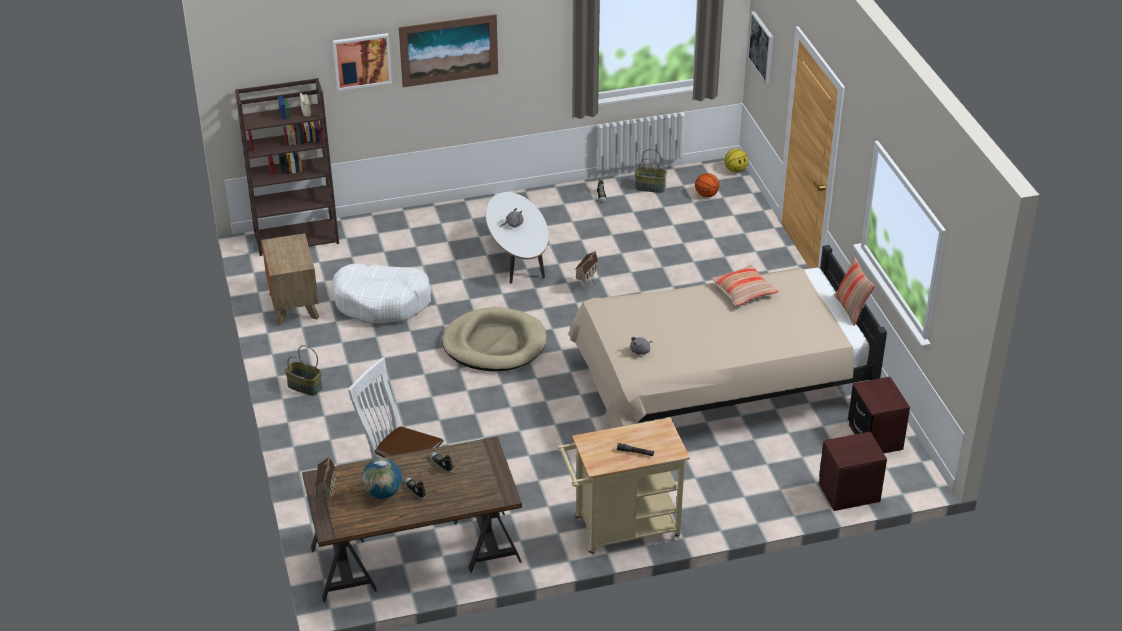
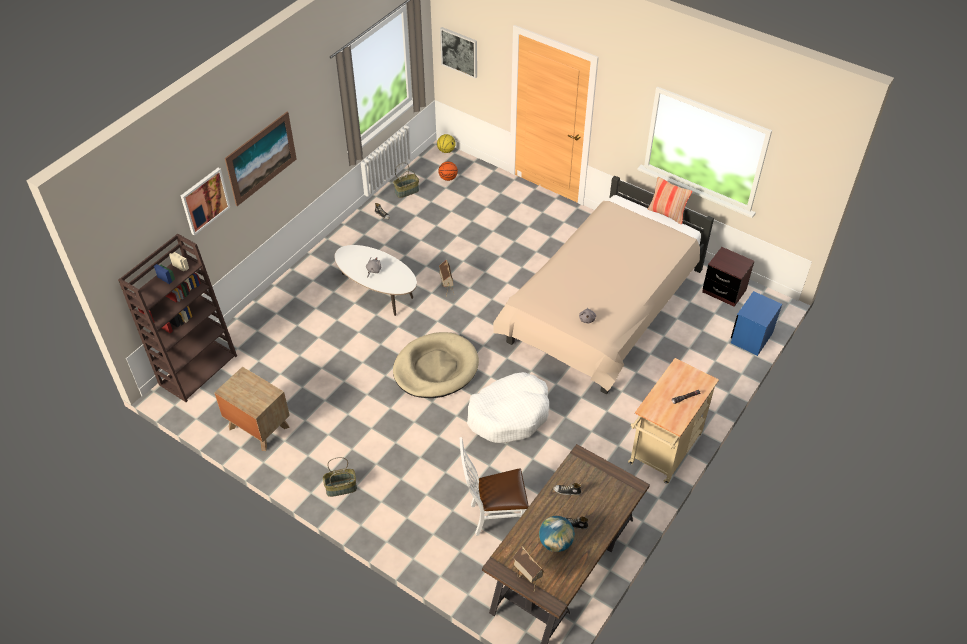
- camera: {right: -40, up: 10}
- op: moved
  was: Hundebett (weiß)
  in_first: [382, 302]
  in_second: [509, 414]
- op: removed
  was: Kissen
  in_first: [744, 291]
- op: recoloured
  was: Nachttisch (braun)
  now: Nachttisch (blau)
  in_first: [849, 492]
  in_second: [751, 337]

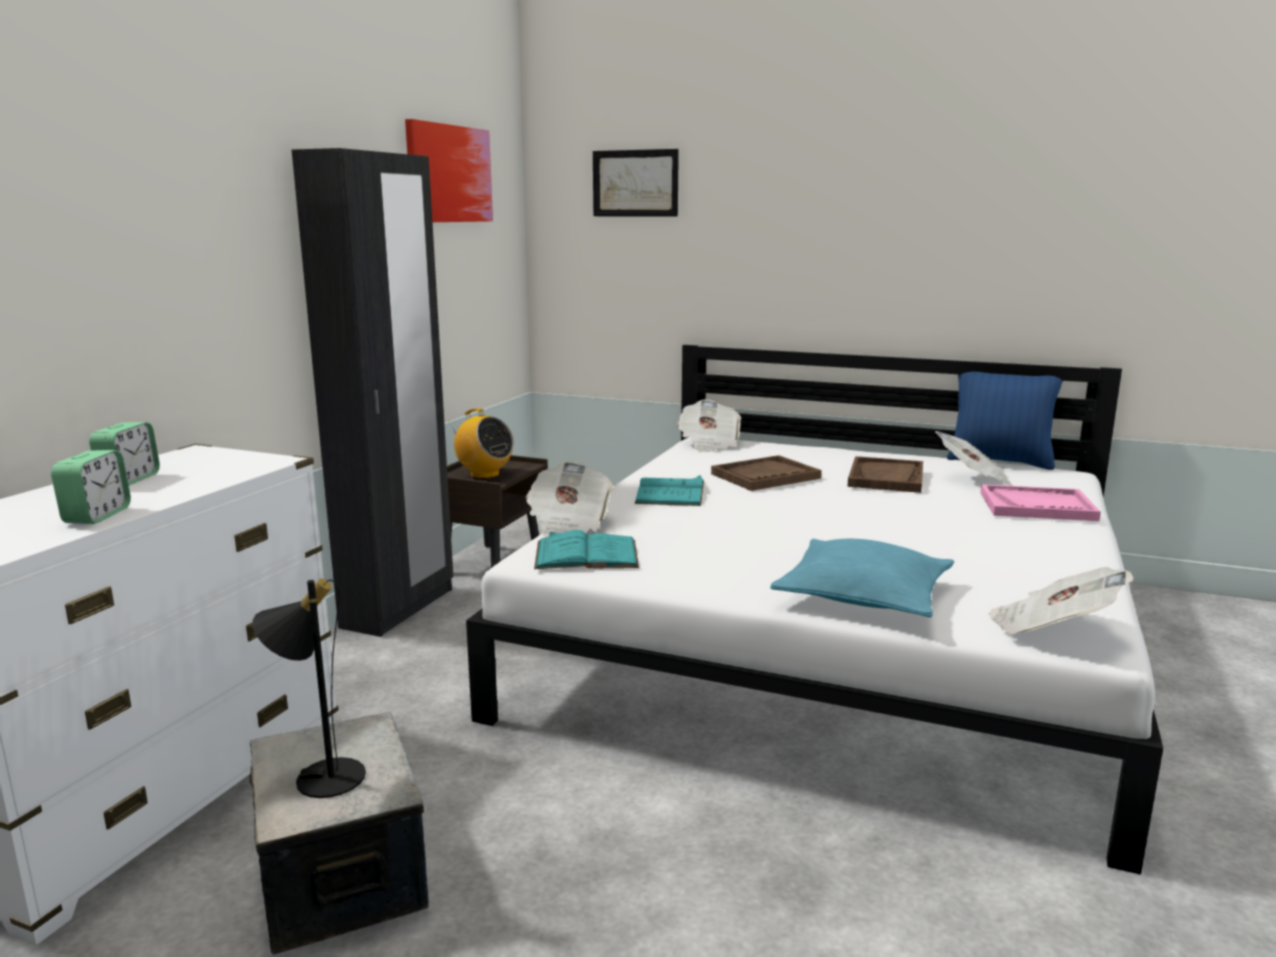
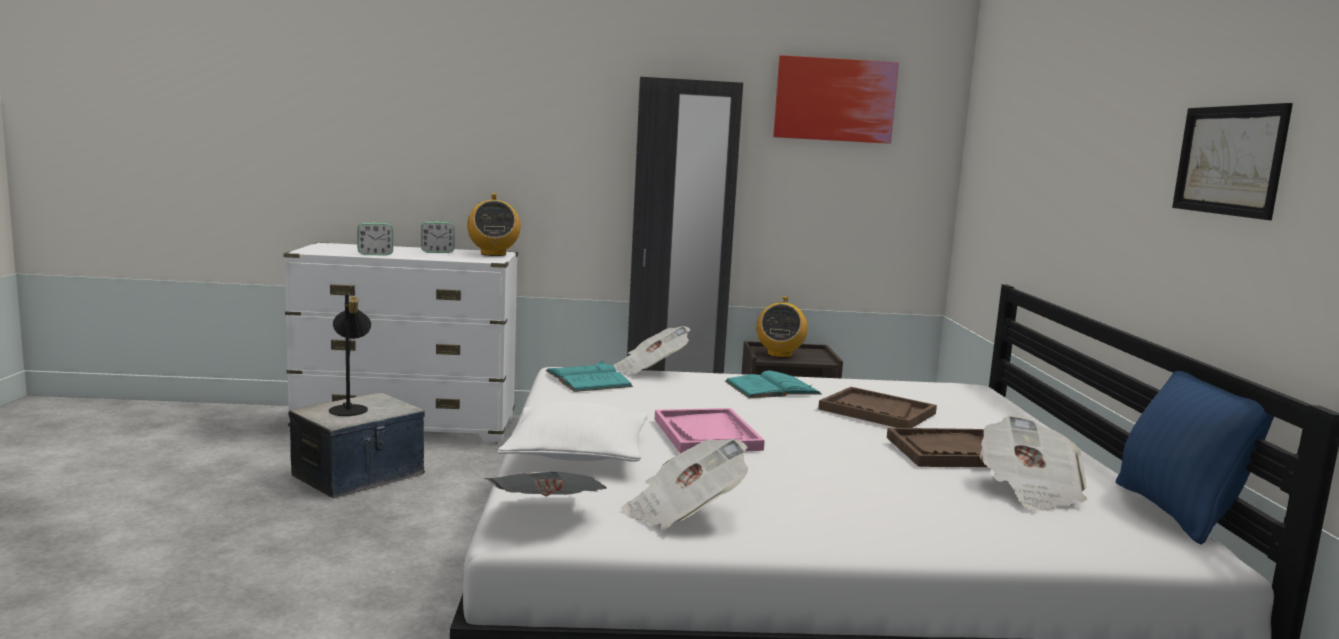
- camera: {right: 65, up: -5}
- op: moved
  was: Bild
  in_first: [635, 183]
  in_second: [1229, 160]
- op: moved
  was: Zeitung
  in_first: [708, 444]
  in_second: [683, 513]
- op: moved
  was: Tablett (rosa)
  in_first: [1037, 506]
  in_second: [707, 434]
- op: recoloured
  was: Kissen (türkis)
  now: Kissen (weiß)
  in_first: [863, 596]
  in_second: [577, 453]
- op: added
  now: Radio
  in_second: [493, 254]

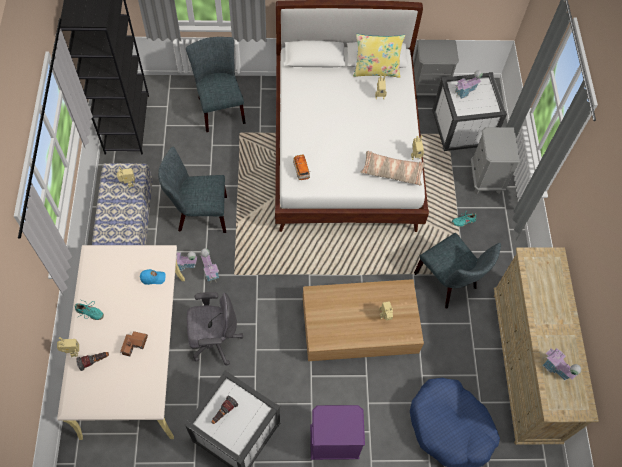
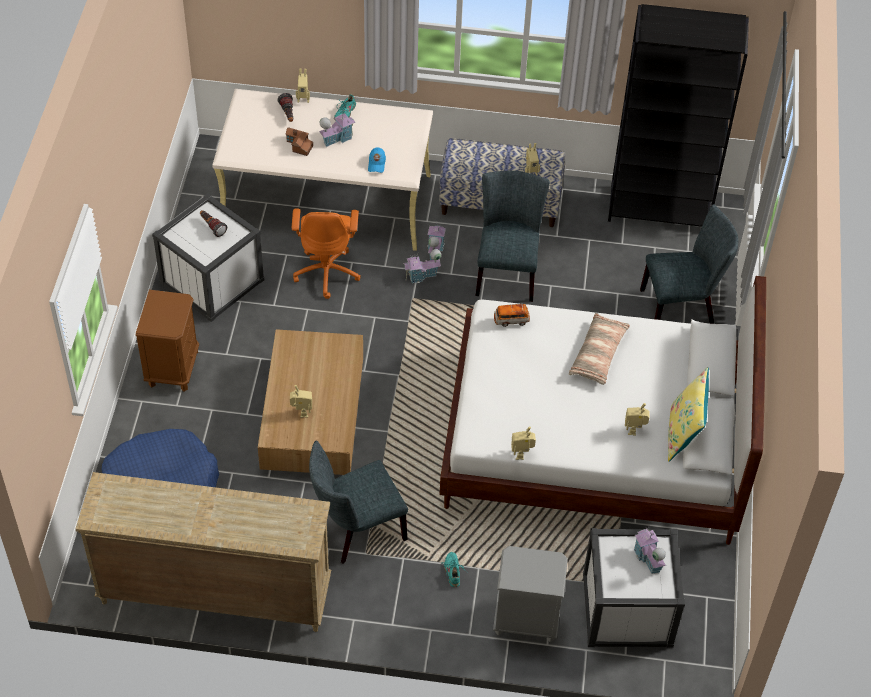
- camera: {right: 100, up: -10}
- op: removed
  was: Nachttisch (grau)
  in_first: [428, 89]
- op: moved
  was: Kissen
  in_first: [392, 171]
  in_second: [598, 354]
- op: recoloured
  was: Bürostuhl (grau)
  now: Bürostuhl (orange)
  in_first: [214, 341]
  in_second: [327, 272]
- op: moved
  was: Spielzeughaus
  in_first: [556, 369]
  in_second: [337, 138]
- op: recoloured
  was: Nachttisch (lila)
  now: Nachttisch (braun)
  in_first: [333, 443]
  in_second: [173, 368]

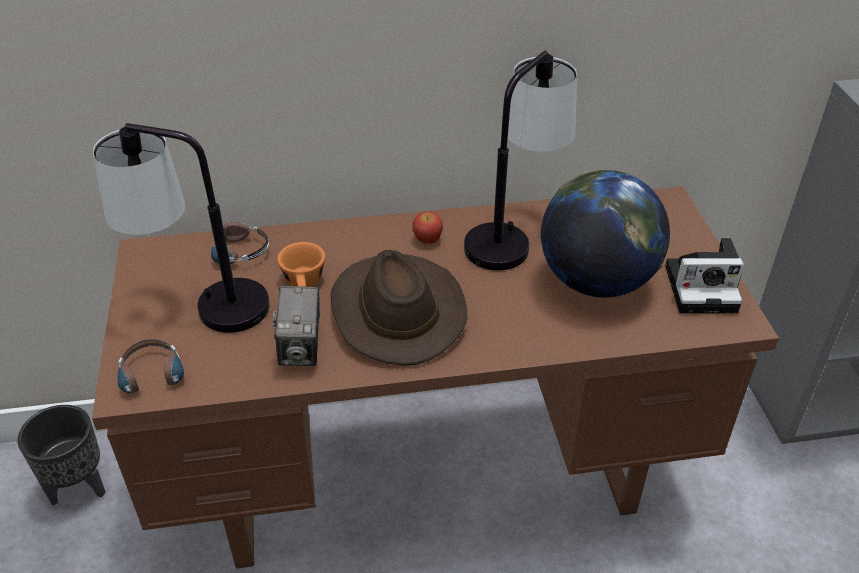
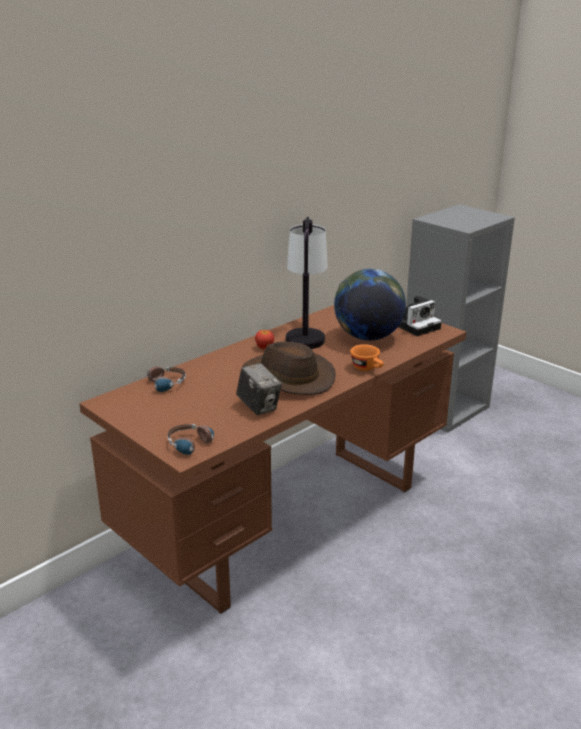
- camera: {right: -35, up: -15}
- op: removed
  was: Tischlampe
  in_first: [201, 305]
- op: moved
  was: Tasse (orange)
  in_first: [304, 284]
  in_second: [368, 368]
- op: removed
  was: Pflanzkübel (schwarz)
  in_first: [79, 486]

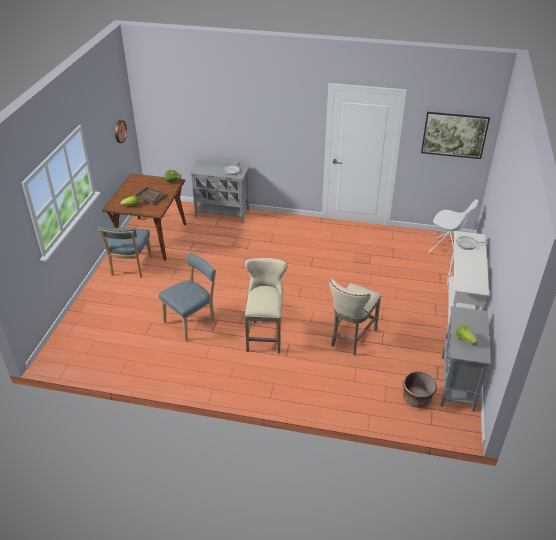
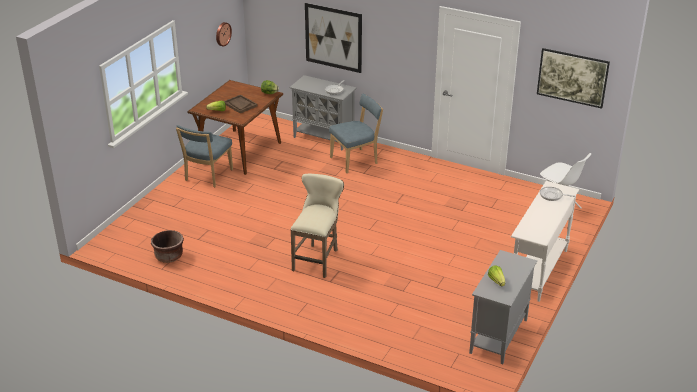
- camera: {right: 15, up: -5}
- op: moved
  was: Stuhl (blau)
  in_first: [191, 321]
  in_second: [356, 160]
- op: removed
  was: Hocker (beige)
  in_first: [351, 338]
- op: moved
  was: Pflanzkübel (braun)
  in_first: [416, 398]
  in_second: [169, 256]
- op: added
  now: Bild
  in_second: [333, 38]

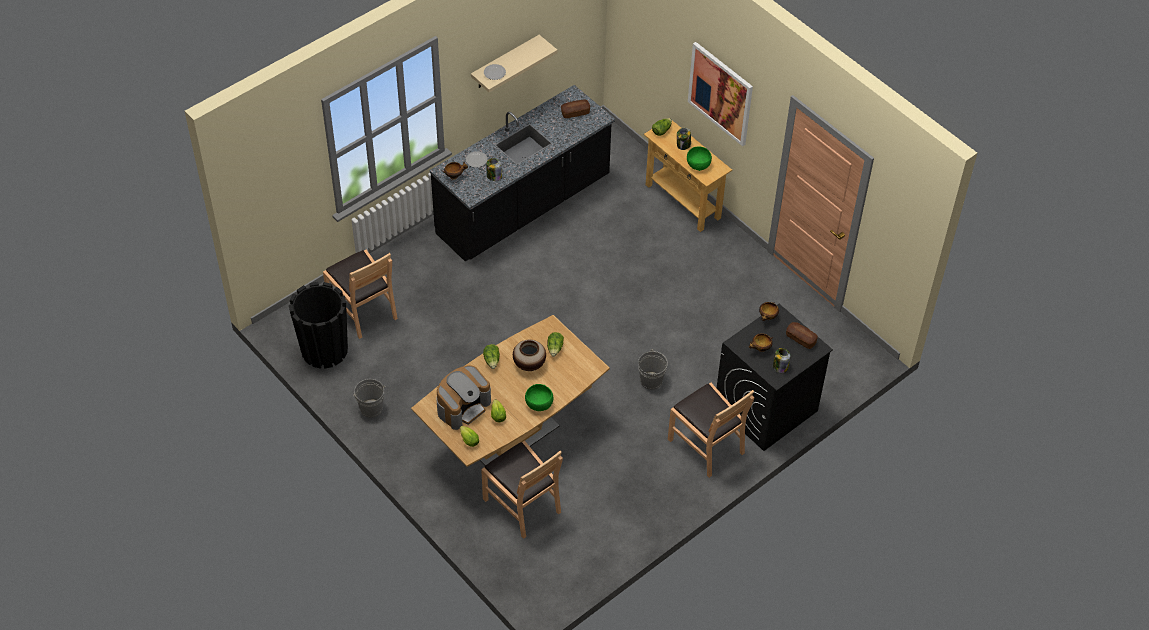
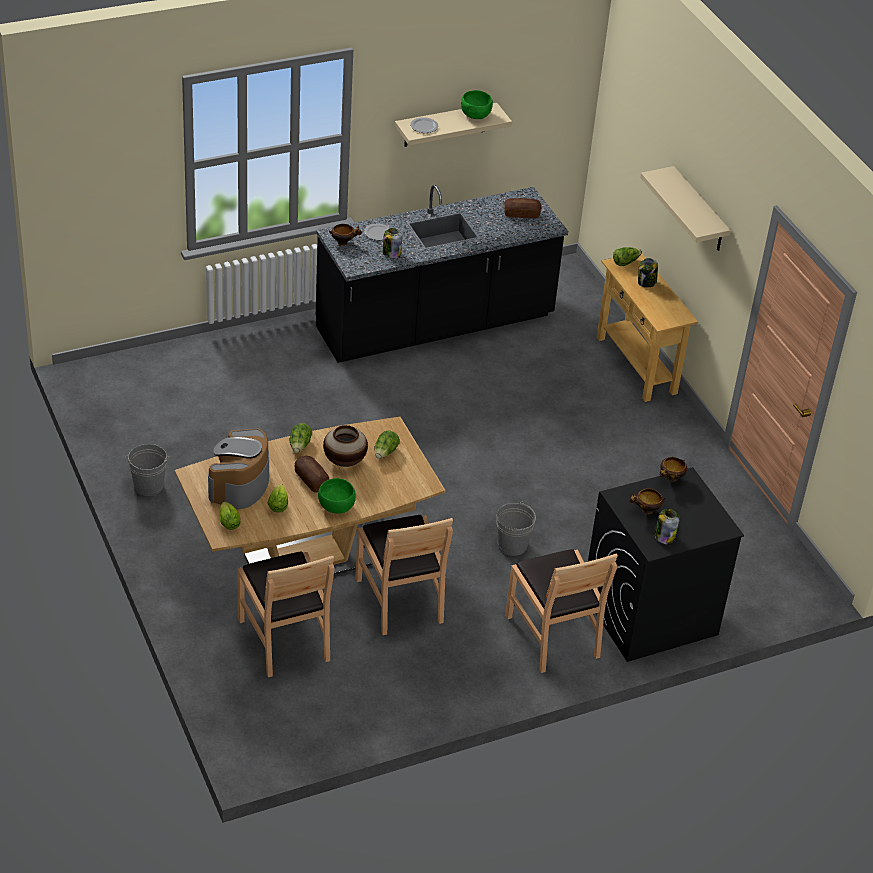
- camera: {right: 15, up: -10}
- op: replaced
  was: Bild
  now: Wandregal (beige)
  in_first: [720, 93]
  in_second: [699, 211]
- op: moved
  was: Schüssel (grün)
  in_first: [698, 164]
  in_second: [475, 115]
- op: moved
  was: Stuhl (braun)
  in_first: [363, 310]
  in_second: [400, 599]
- op: removed
  was: Pflanzkübel (schwarz)
  in_first: [324, 350]
- op: moved
  was: Brot
  in_first: [801, 339]
  in_second: [311, 480]
- op: turned
  was: Kaffeemaschine
  in_first: [463, 406]
  in_second: [239, 484]
  clockwise: 135

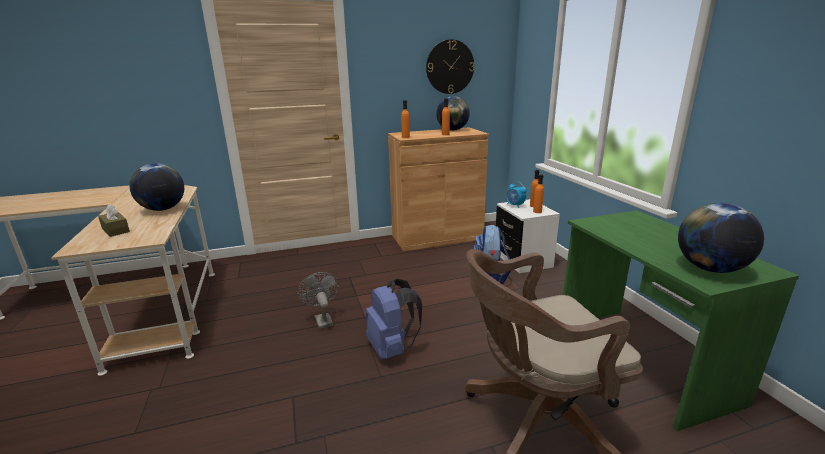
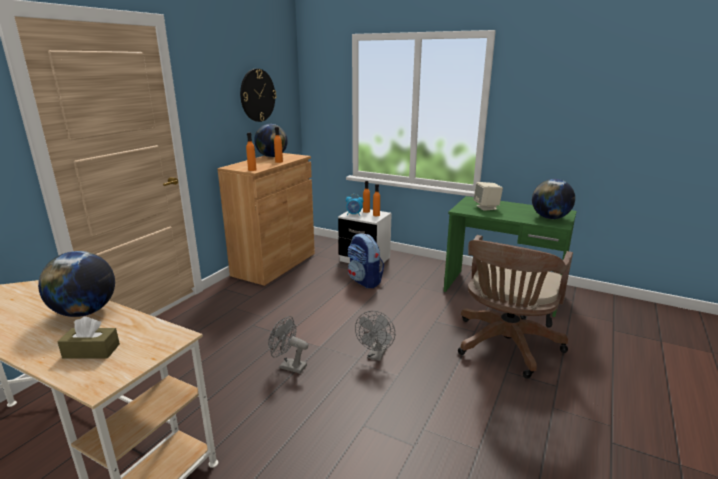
- camera: {right: -45, up: 0}
- op: replaced
  was: Rucksack (blau)
  now: Ventilator (grau)
  in_first: [392, 349]
  in_second: [376, 356]
- op: added
  now: Lautsprecher (beige)
  in_second: [486, 207]

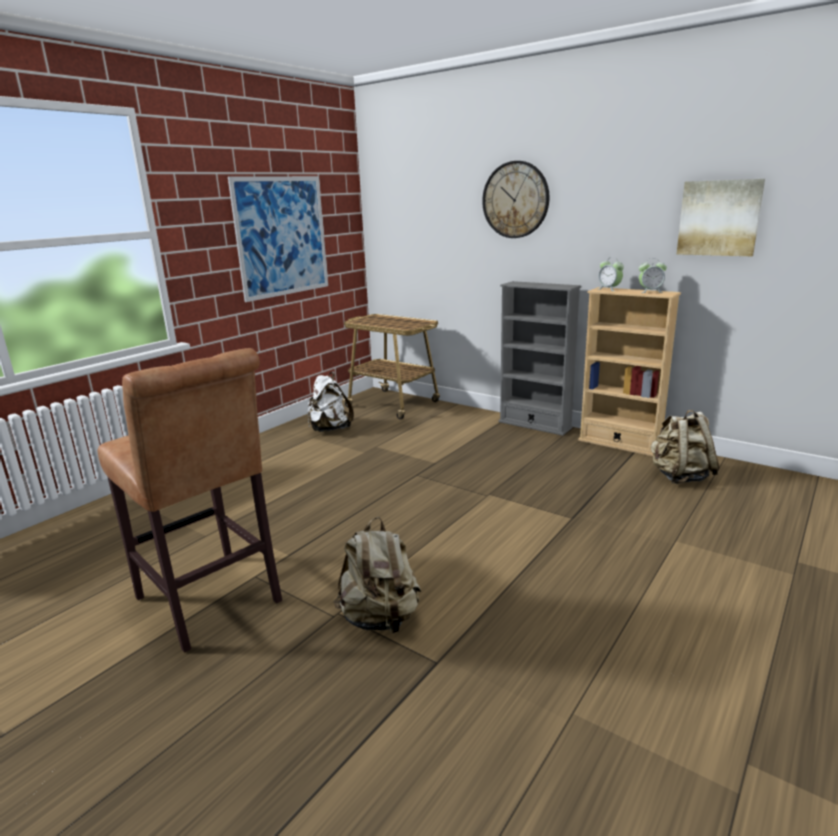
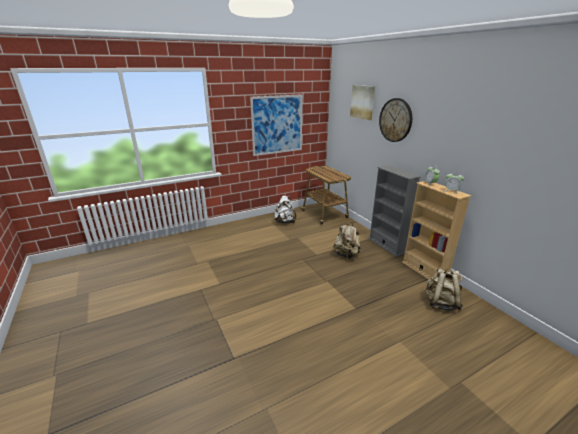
- camera: {right: 25, up: 5}
- op: moved
  was: Bild
  in_first: [719, 218]
  in_second: [363, 102]
- op: removed
  was: Hocker (braun)
  in_first: [212, 603]
- op: moved
  was: Rucksack (beige)
  in_first: [380, 619]
  in_second: [346, 255]

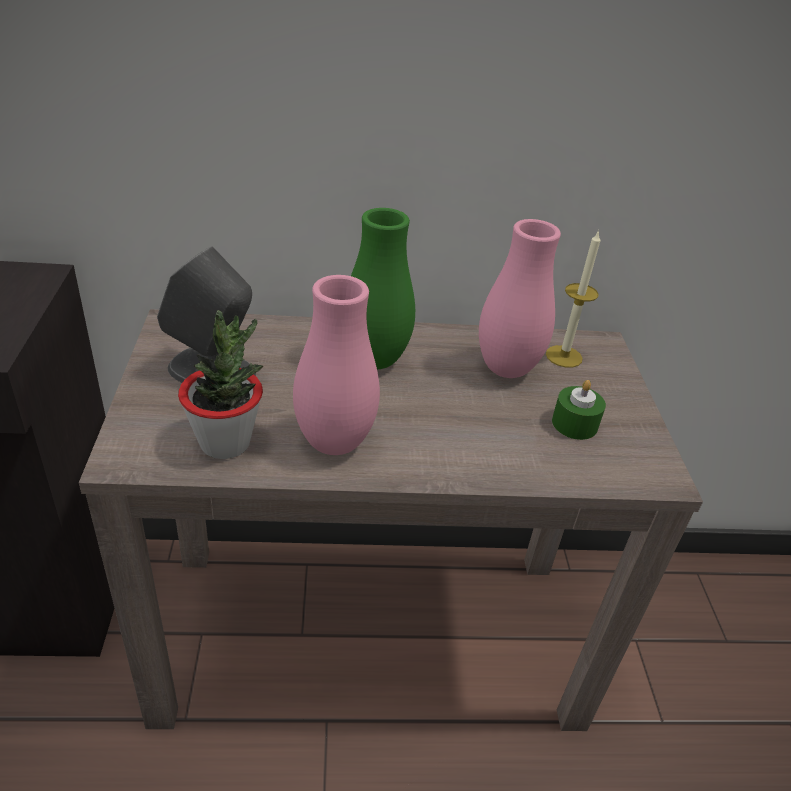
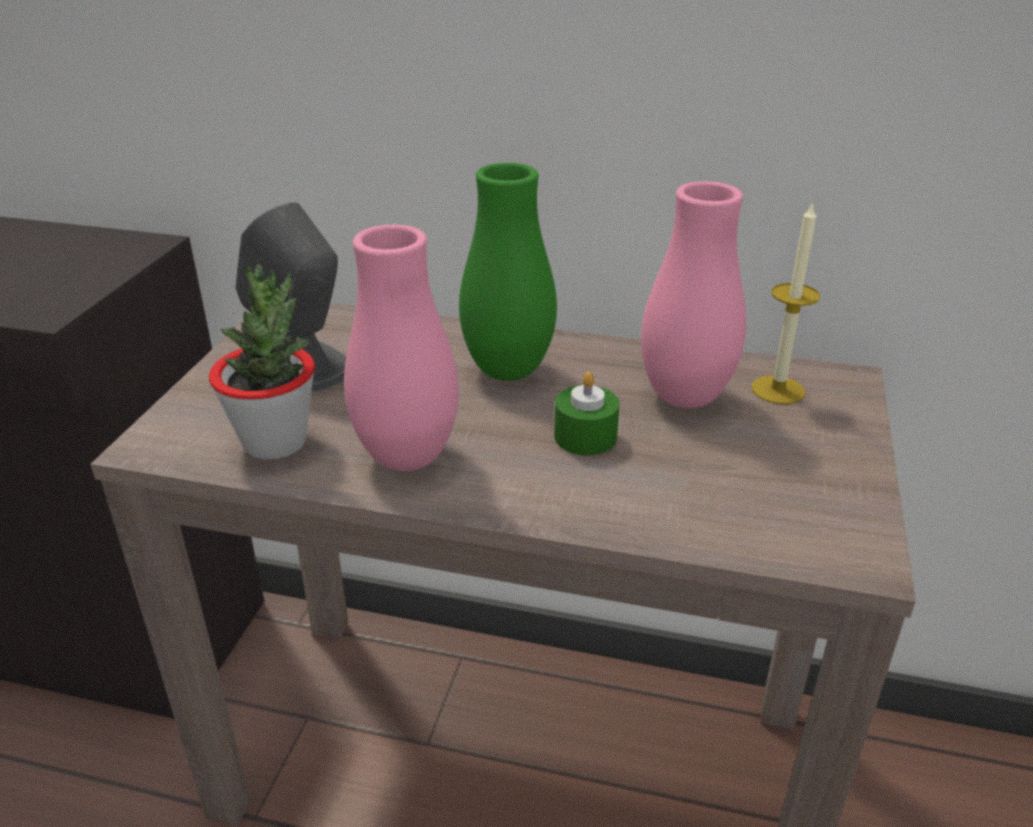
- camera: {right: 20, up: -5}
- op: moved
  was: Kerze (grün)
  in_first: [574, 424]
  in_second: [585, 437]

